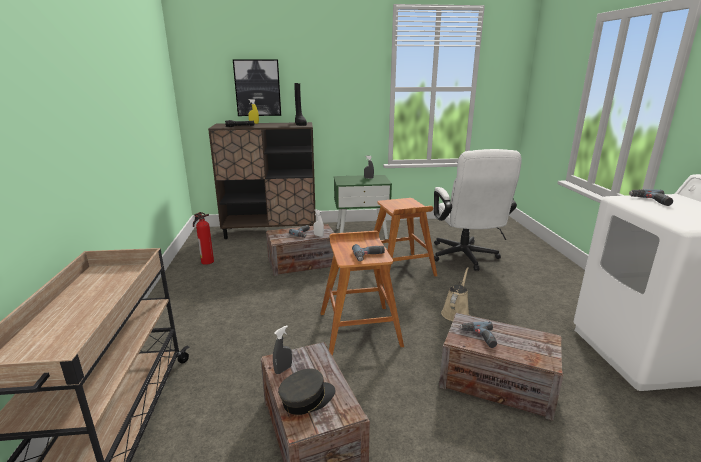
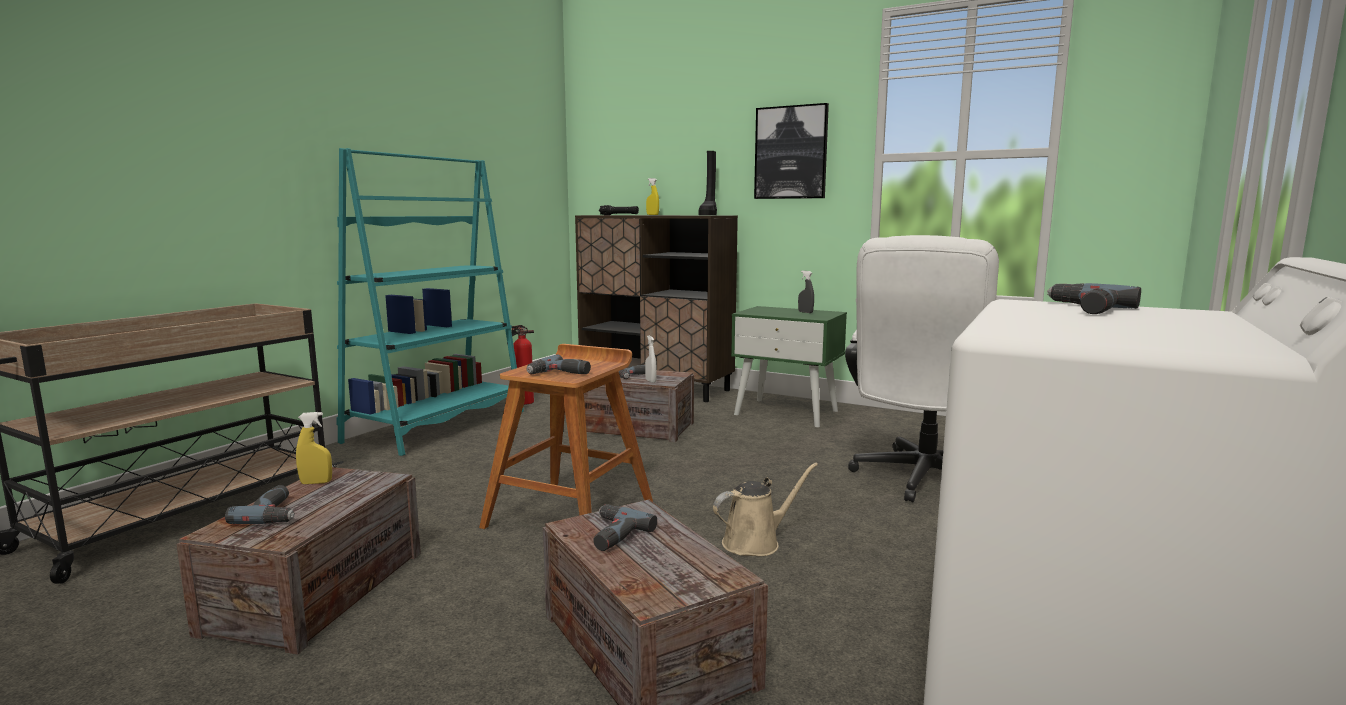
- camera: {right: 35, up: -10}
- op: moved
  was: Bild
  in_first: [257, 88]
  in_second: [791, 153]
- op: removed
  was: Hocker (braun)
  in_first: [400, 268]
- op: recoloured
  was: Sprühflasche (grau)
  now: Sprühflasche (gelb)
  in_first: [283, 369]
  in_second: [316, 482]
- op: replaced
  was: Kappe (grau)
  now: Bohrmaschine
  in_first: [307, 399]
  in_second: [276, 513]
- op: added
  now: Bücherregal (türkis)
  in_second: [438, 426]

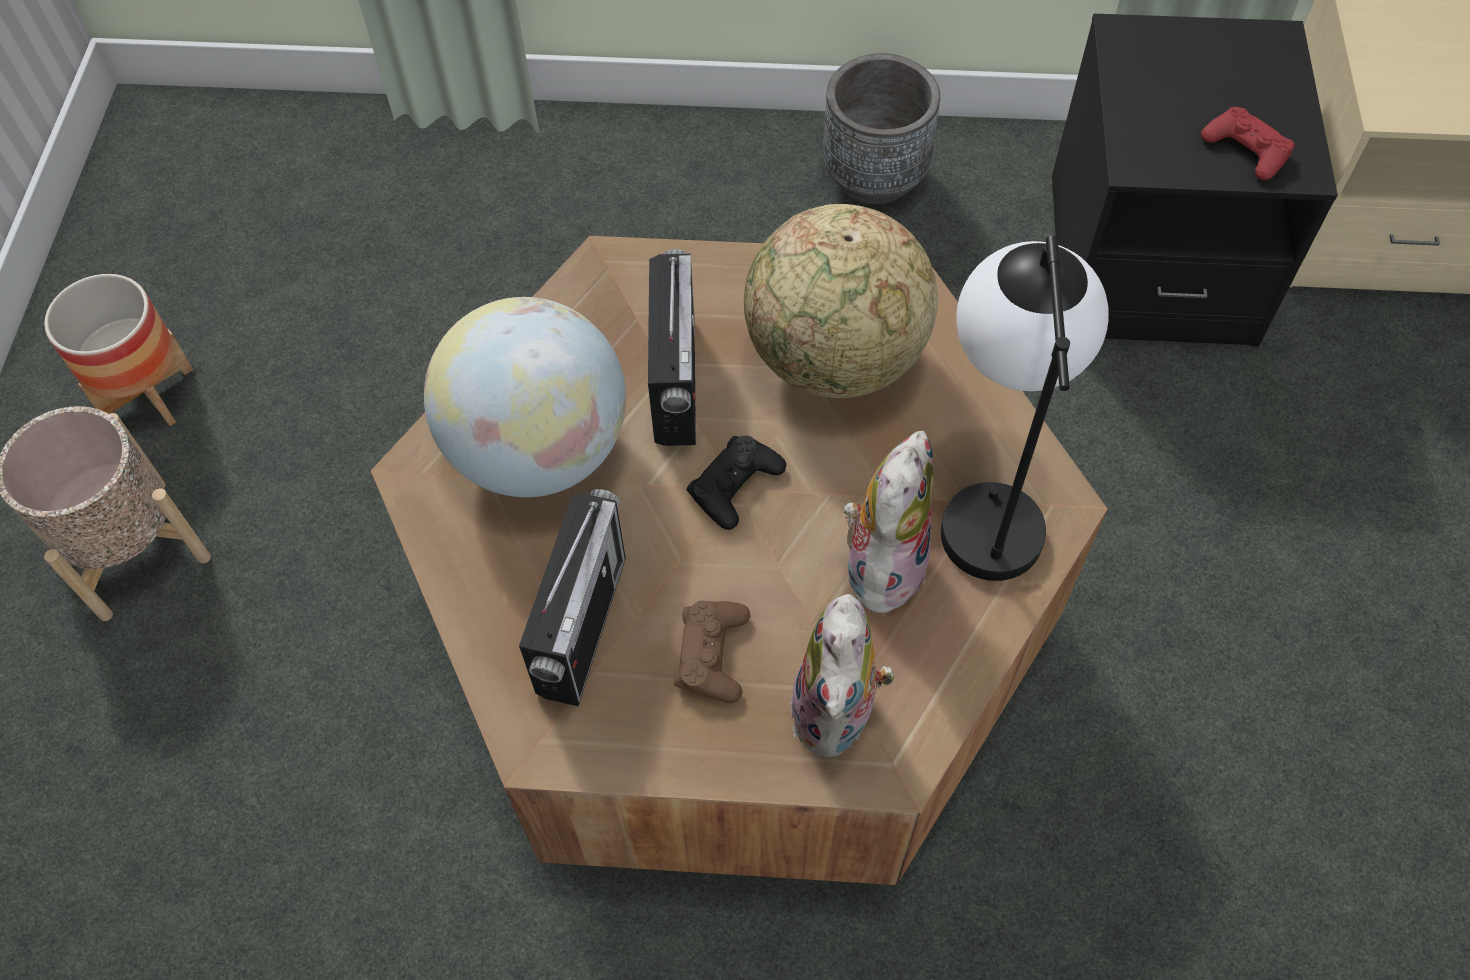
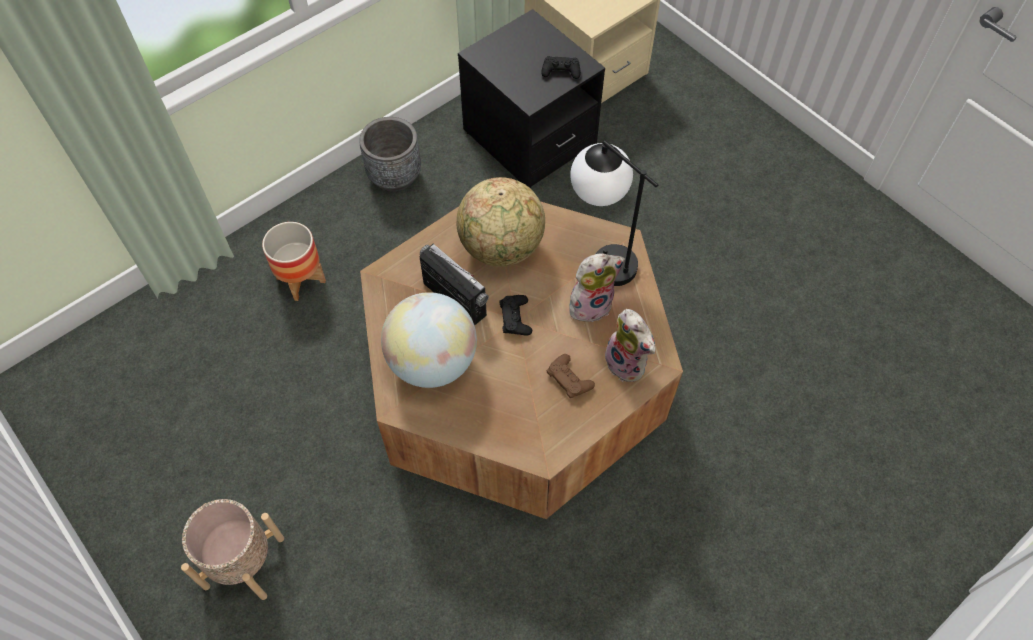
- camera: {right: -45, up: 0}
- op: recoloured
  was: Gamepad (rot)
  now: Gamepad (schwarz)
  in_first: [1246, 149]
  in_second: [561, 71]
- op: moved
  was: Pflanzkübel
  in_first: [149, 394]
  in_second: [301, 279]
- op: turned
  was: Plüschtier
  in_first: [882, 563]
  in_second: [591, 304]
  clockwise: 90
- op: removed
  was: Radio
  in_first: [582, 625]

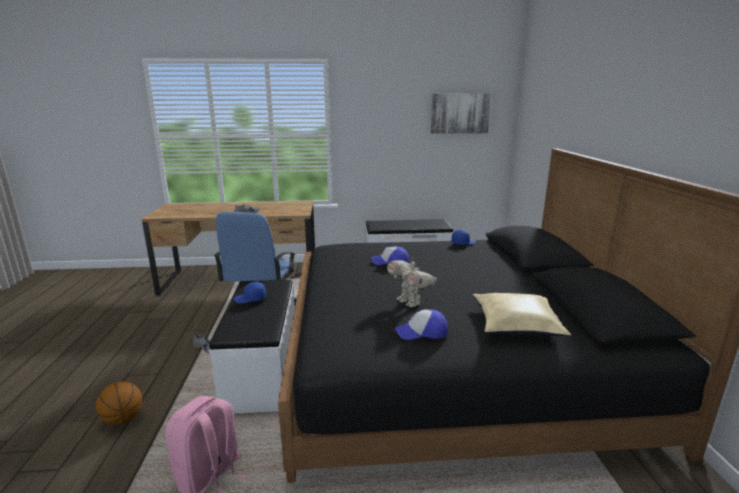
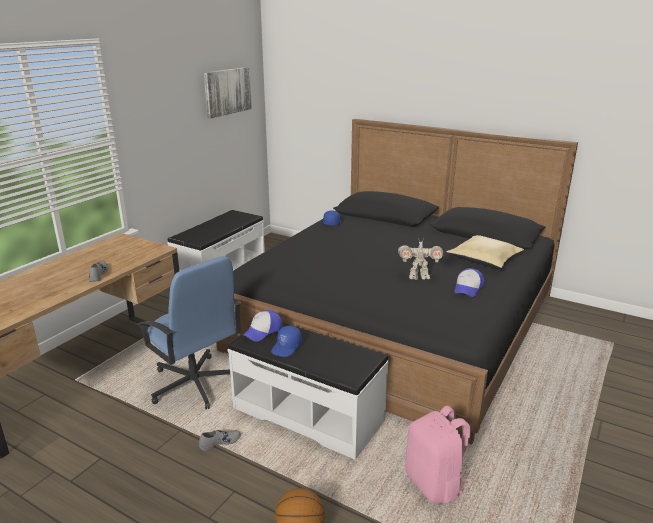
- camera: {right: -55, up: 5}
- op: moved
  was: Kappe
  in_first: [390, 262]
  in_second: [263, 331]

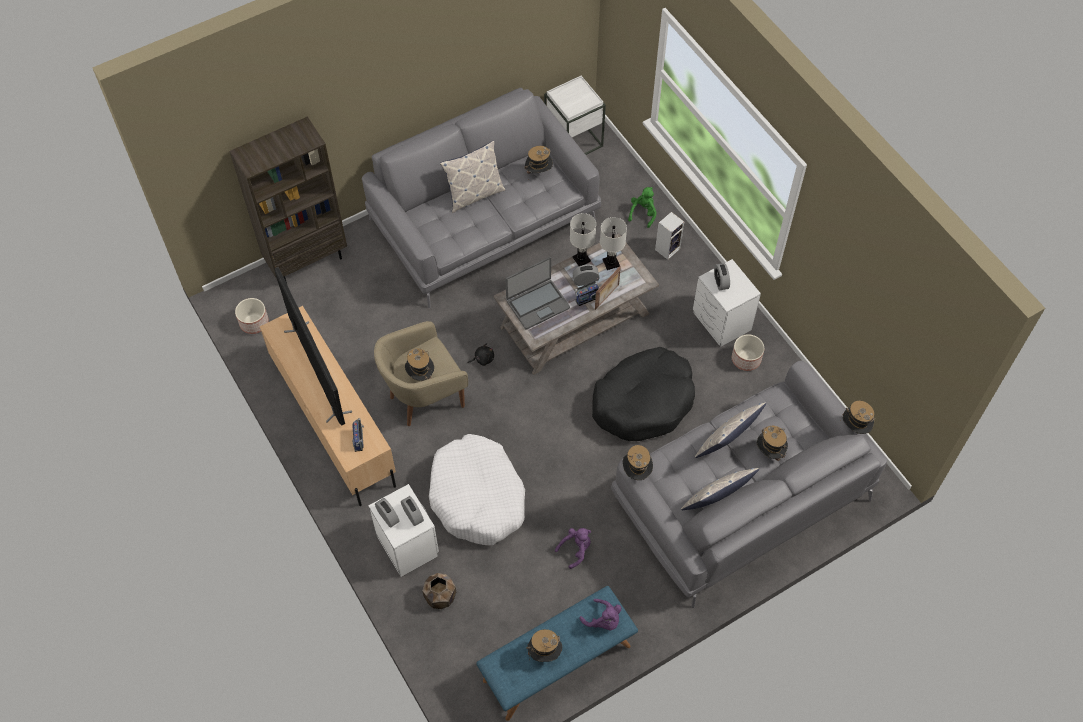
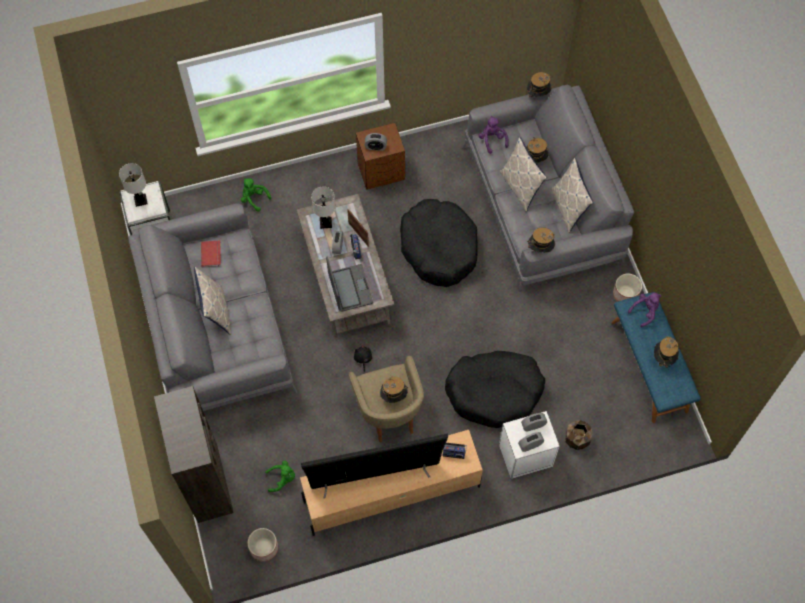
- camera: {right: -75, up: 5}
- op: replaced
  was: Hut
  now: Buch (rot)
  in_first: [538, 172]
  in_second: [212, 254]
- op: removed
  was: Lautsprecher
  in_first: [667, 248]
- op: moved
  was: Tischlampe (weiß)
  in_first: [581, 259]
  in_second: [140, 200]
- op: recoloured
  was: Nachttisch (weiß)
  now: Nachttisch (braun)
  in_first: [721, 323]
  in_second: [382, 172]
- op: moved
  was: Pflanzkübel
  in_first: [746, 359]
  in_second: [626, 294]
- op: recoloured
  was: Hundebett (weiß)
  now: Hundebett (schwarz)
  in_first: [477, 497]
  in_second: [494, 392]
- op: moved
  was: Plüschtier (lila)
  in_first: [576, 549]
  in_second: [492, 140]
- op: added
  now: Plüschtier (grün)
  in_second: [282, 478]

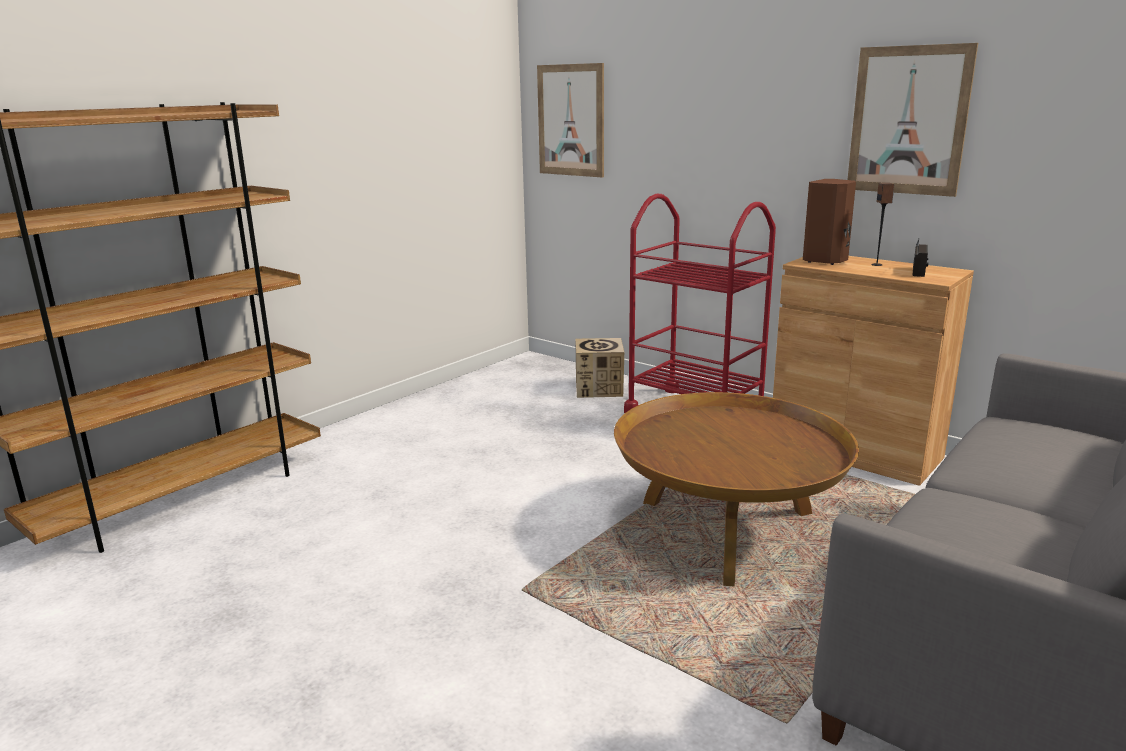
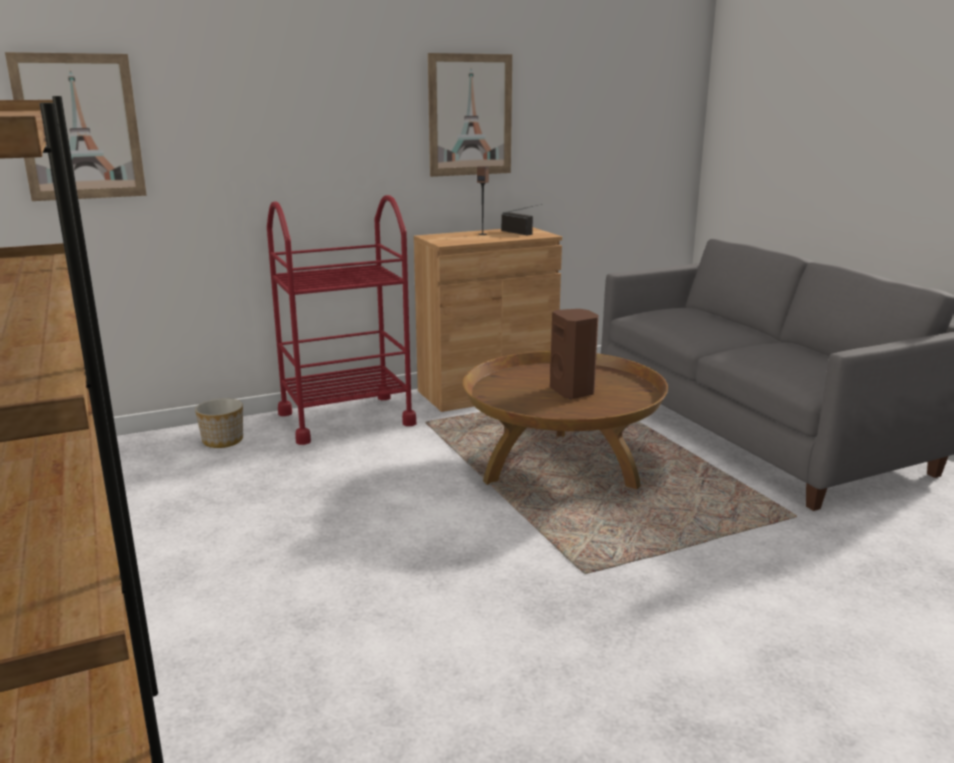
- camera: {right: -65, up: 0}
- op: moved
  was: Lautsprecher (braun)
  in_first: [826, 261]
  in_second: [573, 392]
- op: replaced
  was: Karton
  now: Pflanzkübel
  in_first: [599, 389]
  in_second: [222, 440]

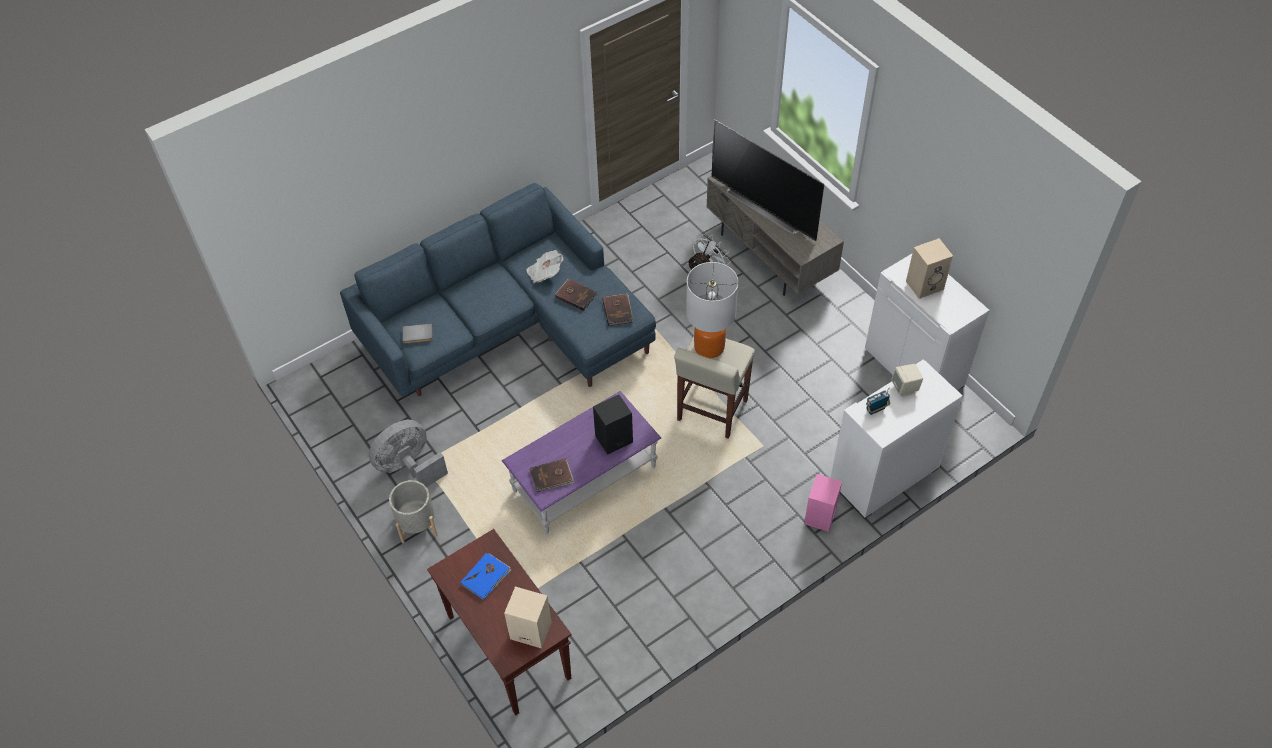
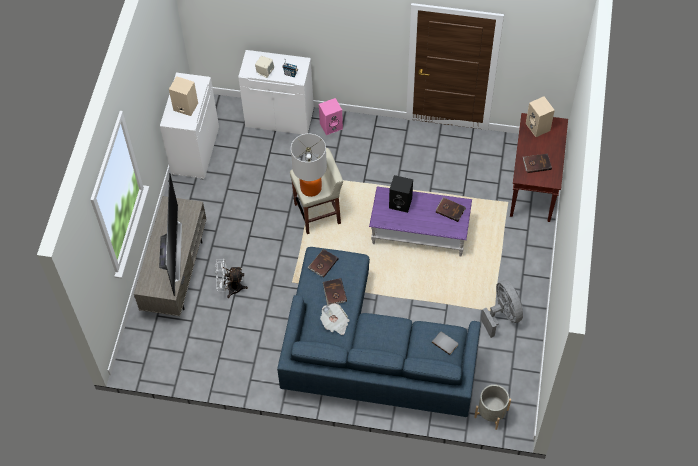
- camera: {right: -135, up: 5}
- op: turned
  was: Ventilator (grau)
  in_first: [409, 467]
  in_second: [502, 315]
  clockwise: -120
- op: moved
  was: Pflanzkübel (grau)
  in_first: [417, 524]
  in_second: [491, 413]
- op: recoloured
  was: Buch (blau)
  now: Buch (braun)
  in_first: [486, 577]
  in_second: [536, 163]

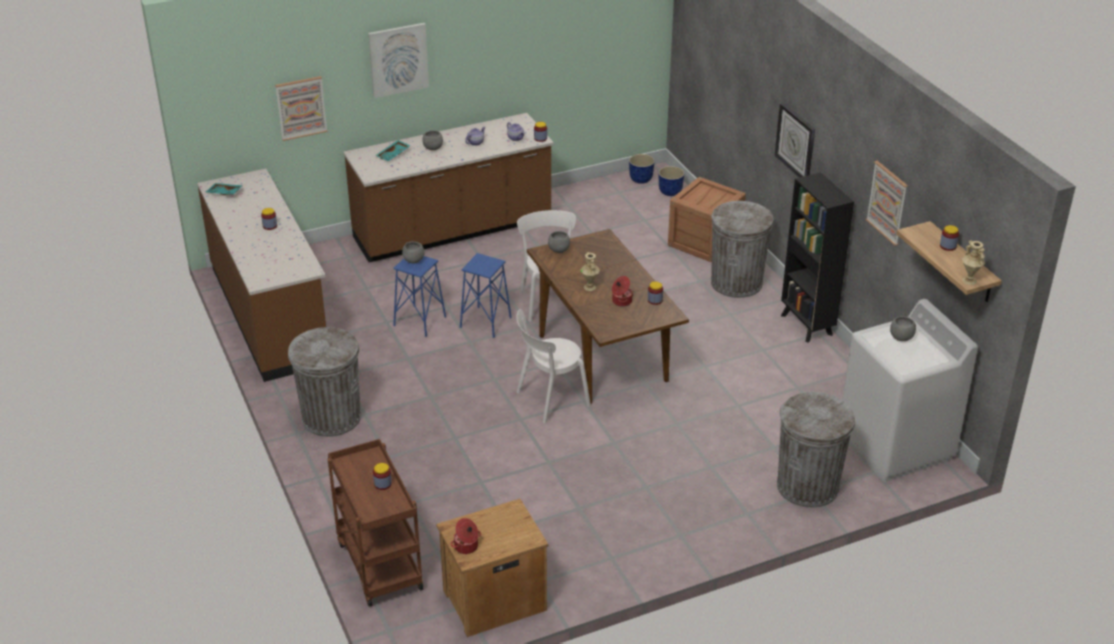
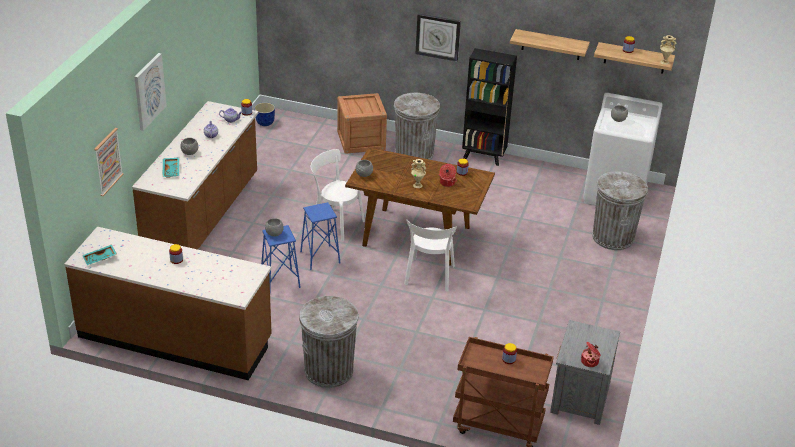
- camera: {right: -50, up: 0}
- op: replaced
  was: Bild
  now: Wandregal
  in_first: [887, 202]
  in_second: [551, 45]
- op: removed
  was: Pflanzkübel
  in_first: [669, 192]
- op: recoloured
  was: Nachttisch (braun)
  now: Nachttisch (grau)
  in_first: [492, 600]
  in_second: [579, 397]

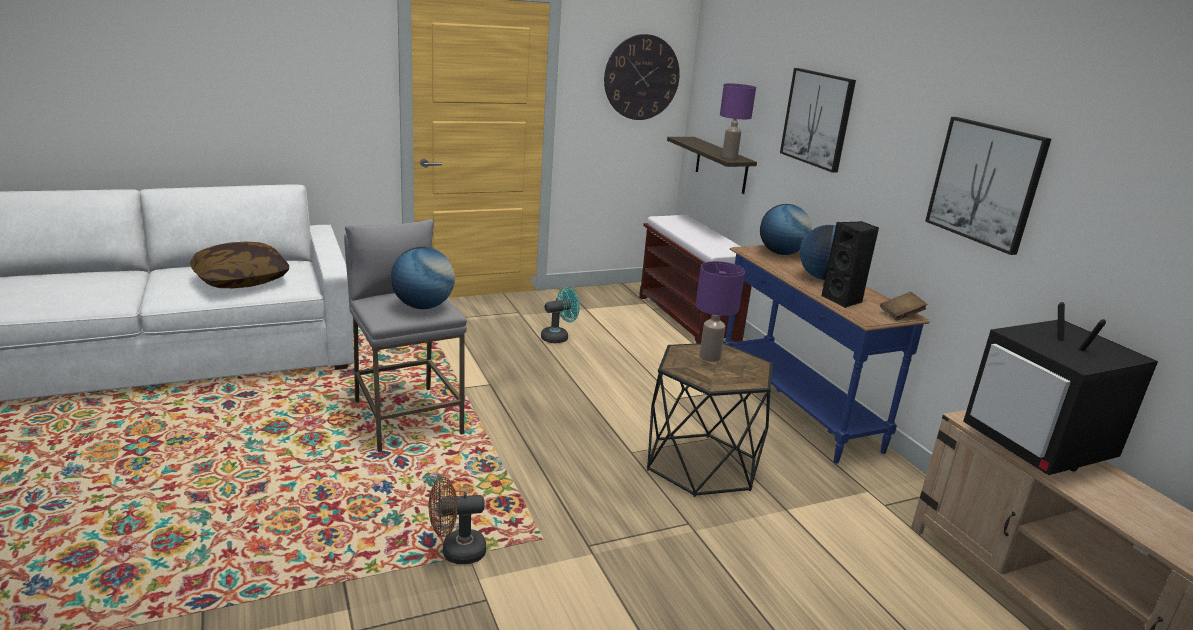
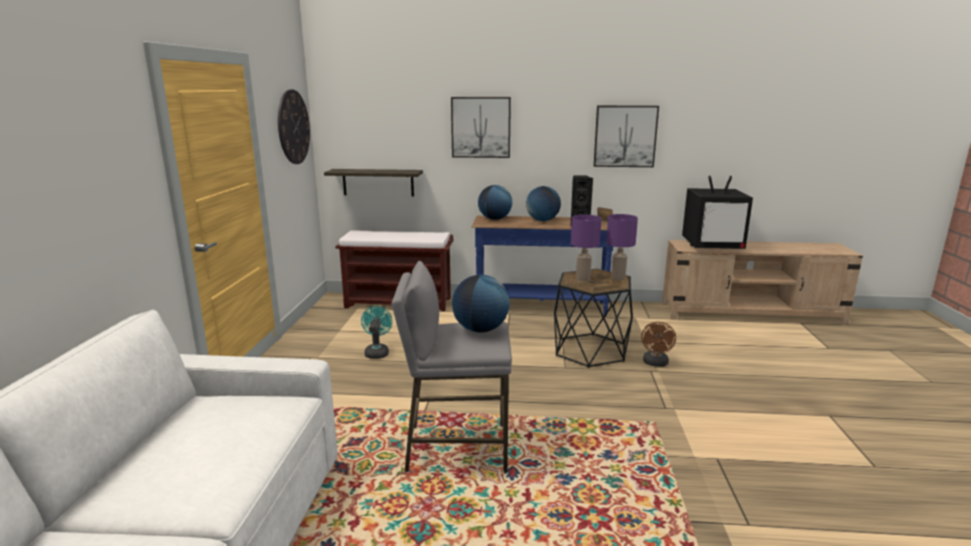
- camera: {right: -60, up: -5}
- op: moved
  was: Tischlampe (lila)
  in_first: [729, 157]
  in_second: [618, 278]
- op: removed
  was: Kissen
  in_first: [241, 280]
- op: moved
  was: Ventilator (braun)
  in_first: [456, 551]
  in_second: [655, 363]

